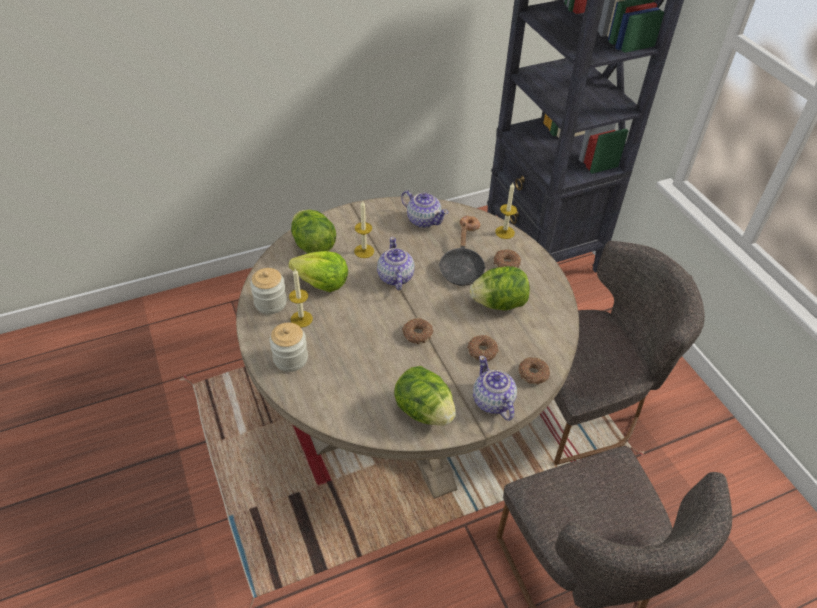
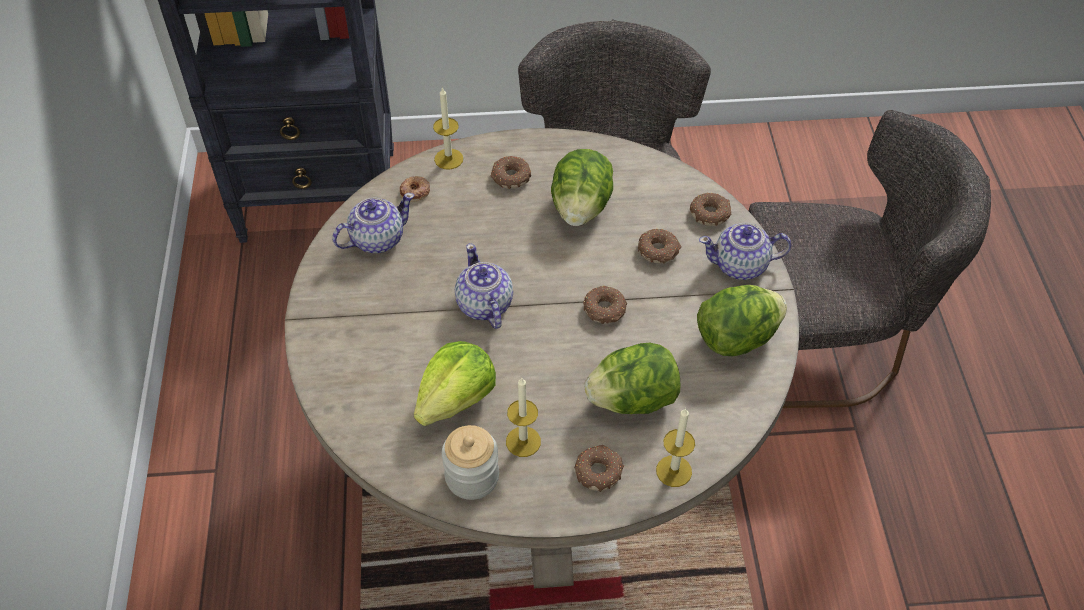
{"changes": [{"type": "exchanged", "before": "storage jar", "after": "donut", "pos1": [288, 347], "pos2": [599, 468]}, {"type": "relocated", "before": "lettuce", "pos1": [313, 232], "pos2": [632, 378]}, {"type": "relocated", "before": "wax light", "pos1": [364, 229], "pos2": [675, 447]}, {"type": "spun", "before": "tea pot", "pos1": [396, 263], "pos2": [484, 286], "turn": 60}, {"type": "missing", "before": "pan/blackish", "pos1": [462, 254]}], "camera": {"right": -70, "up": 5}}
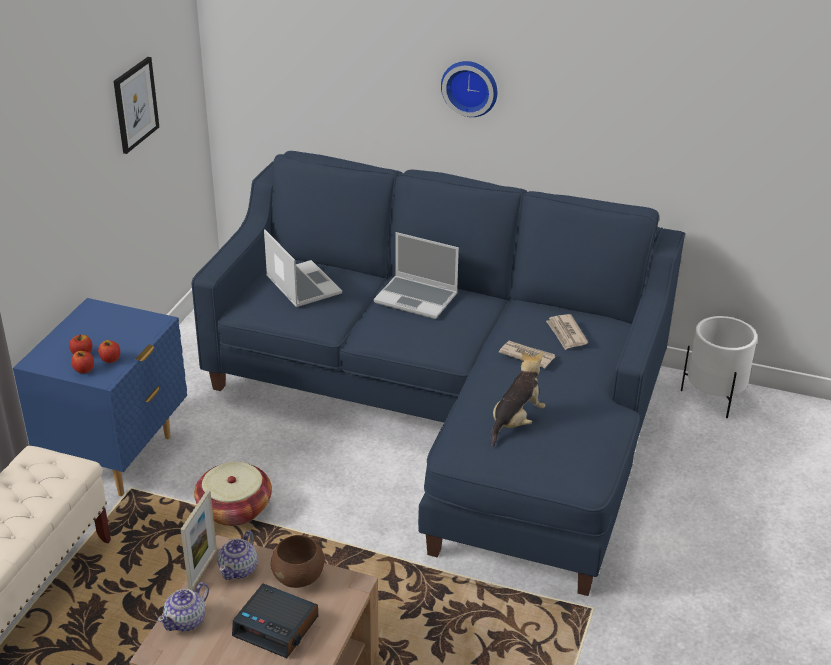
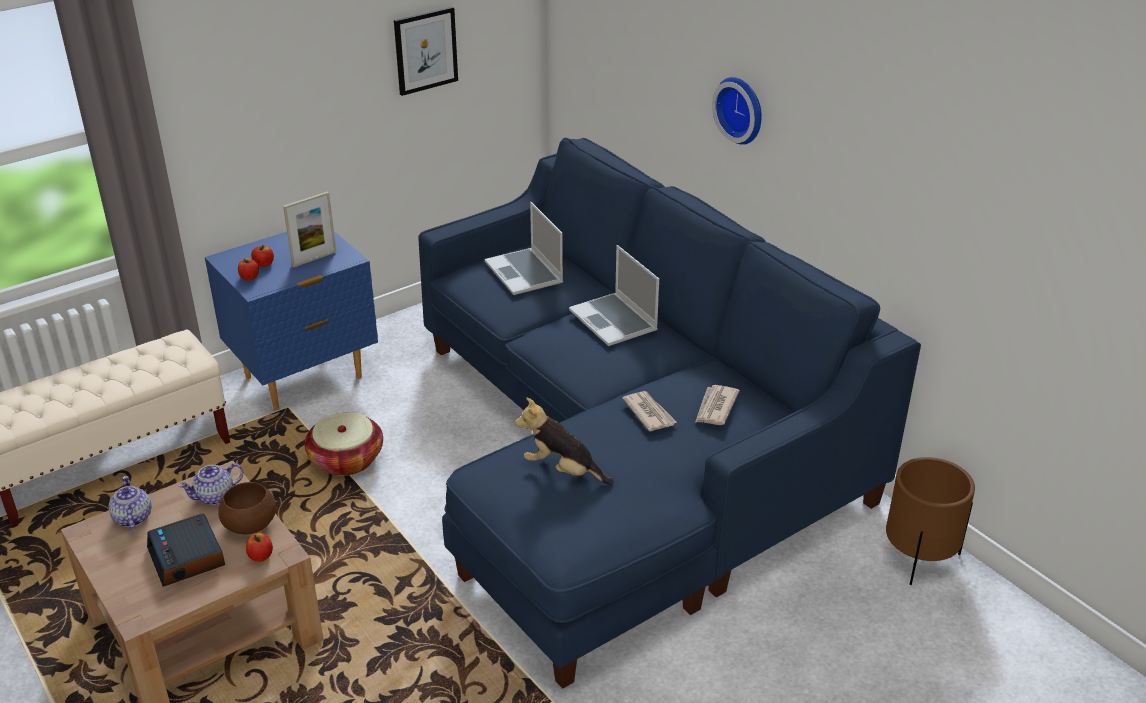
{"changes": [{"type": "relocated", "before": "whole apple", "pos1": [109, 351], "pos2": [259, 547]}, {"type": "spun", "before": "tea pot", "pos1": [183, 606], "pos2": [130, 503], "turn": 90}, {"type": "relocated", "before": "photo frame", "pos1": [198, 540], "pos2": [309, 229]}, {"type": "spun", "before": "laptop", "pos1": [303, 268], "pos2": [524, 248], "turn": 150}, {"type": "spun", "before": "cuddly toy", "pos1": [518, 399], "pos2": [564, 441], "turn": -135}, {"type": "colour", "before": "plant pot/white-coloured", "after": "plant pot/brown-coloured", "pos1": [719, 367], "pos2": [930, 521]}], "camera": {"right": 35, "up": 0}}
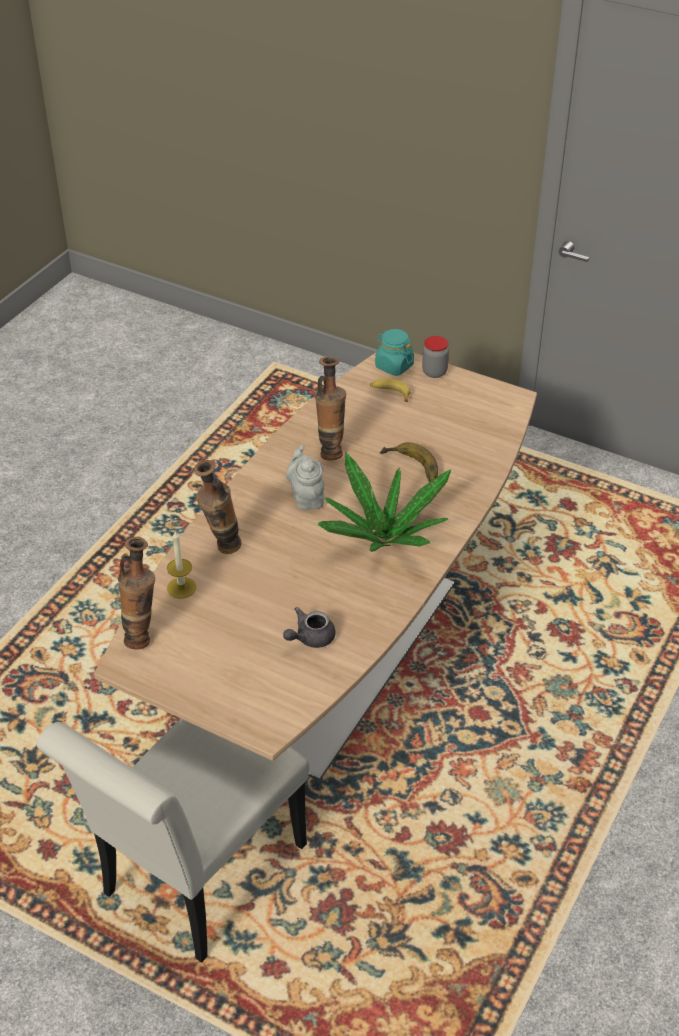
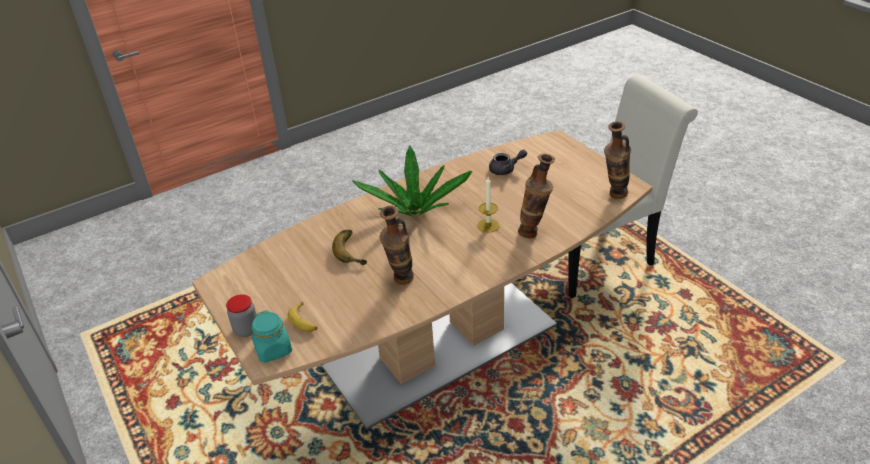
{"changes": [{"type": "relocated", "before": "wax light", "pos1": [181, 564], "pos2": [488, 205]}, {"type": "missing", "before": "tea pot/gray", "pos1": [305, 477]}], "camera": {"right": -150, "up": -5}}
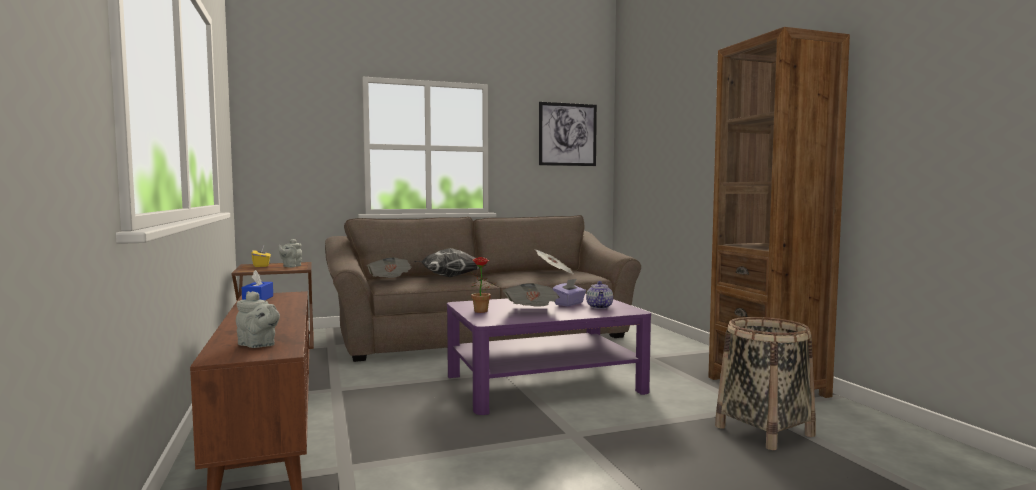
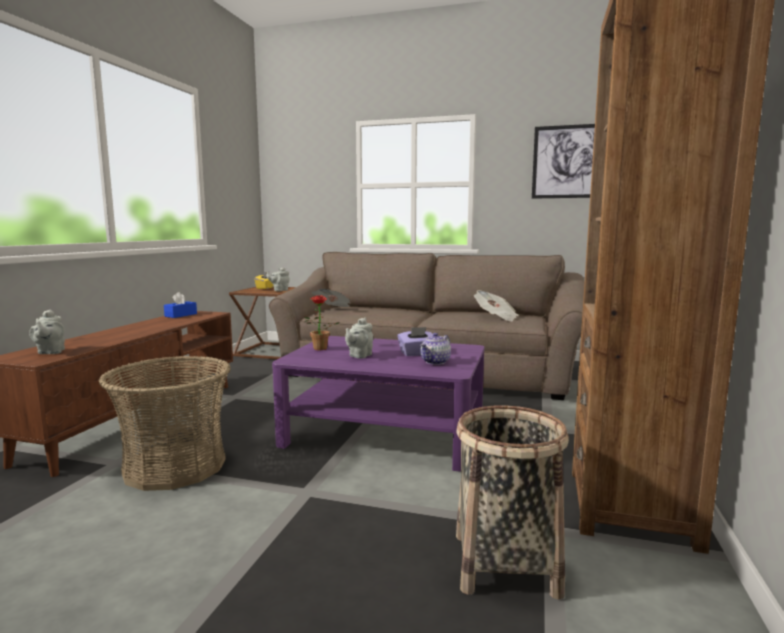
{"changes": [{"type": "missing", "before": "cushion", "pos1": [450, 262]}, {"type": "exchanged", "before": "printed paper", "after": "tea pot/gray", "pos1": [531, 295], "pos2": [359, 338]}, {"type": "appeared", "after": "basket", "pos2": [164, 423]}], "camera": {"right": 35, "up": 5}}
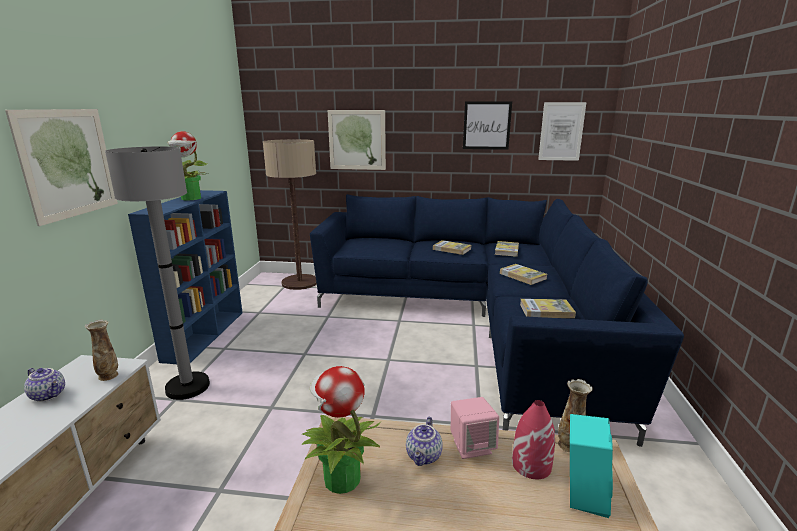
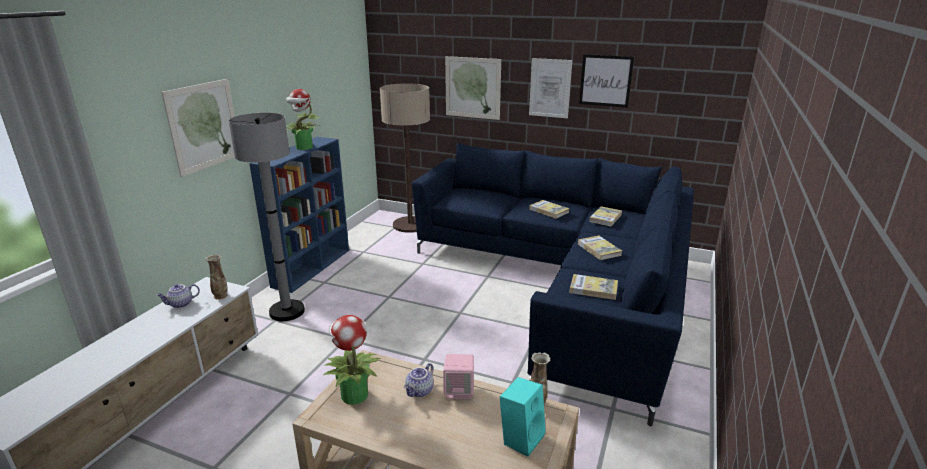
{"changes": [{"type": "spun", "before": "tea pot", "pos1": [44, 385], "pos2": [178, 296], "turn": 105}, {"type": "missing", "before": "flower vase/red-coloured", "pos1": [533, 439]}, {"type": "relocated", "before": "wall art", "pos1": [562, 131], "pos2": [550, 88]}], "camera": {"right": 15, "up": 5}}
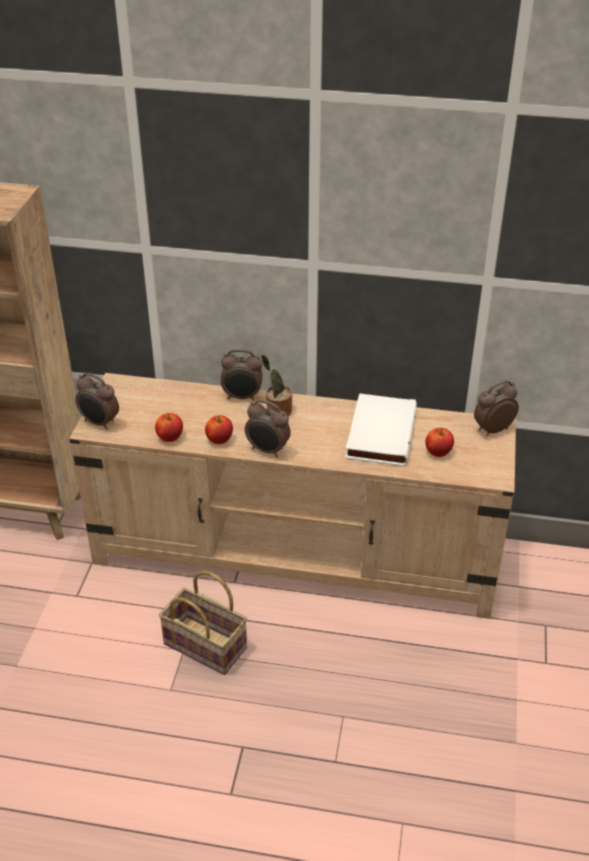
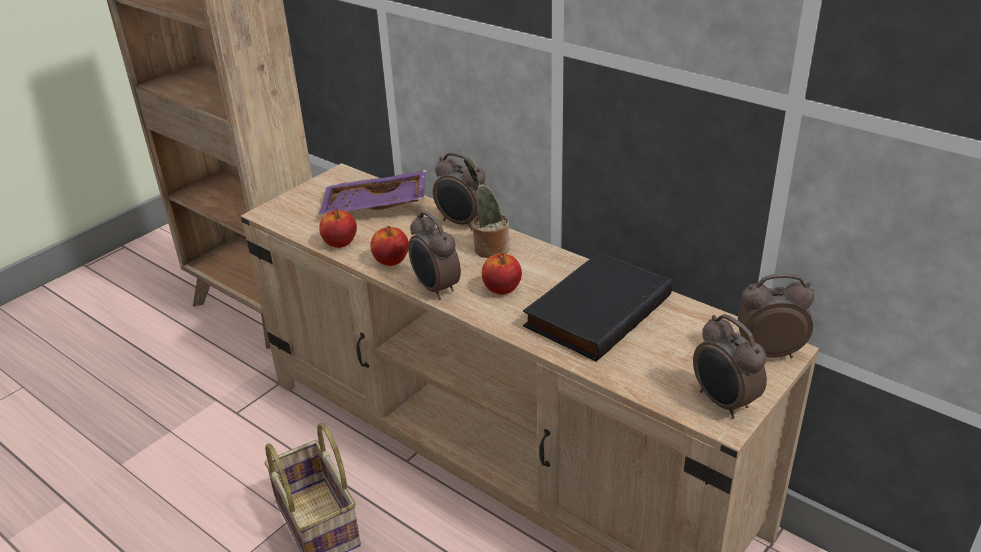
{"changes": [{"type": "relocated", "before": "alarm clock", "pos1": [97, 401], "pos2": [730, 366]}, {"type": "colour", "before": "volume/white-coloured", "after": "volume/blackish", "pos1": [381, 430], "pos2": [597, 307]}, {"type": "relocated", "before": "whole apple", "pos1": [439, 442], "pos2": [502, 274]}, {"type": "appeared", "after": "tray/purplish", "pos2": [372, 192]}], "camera": {"right": 30, "up": -5}}
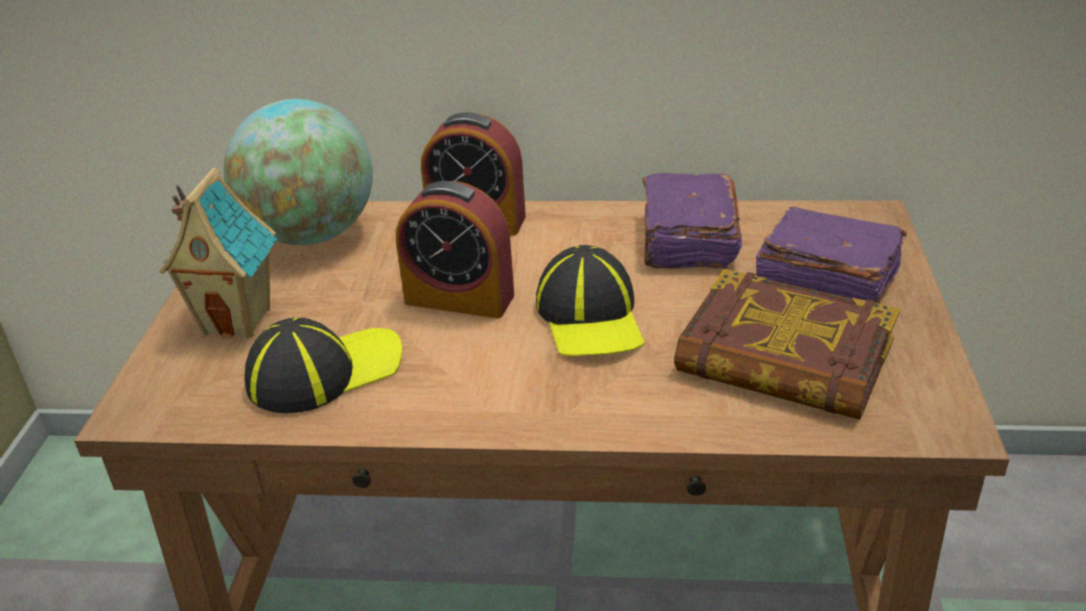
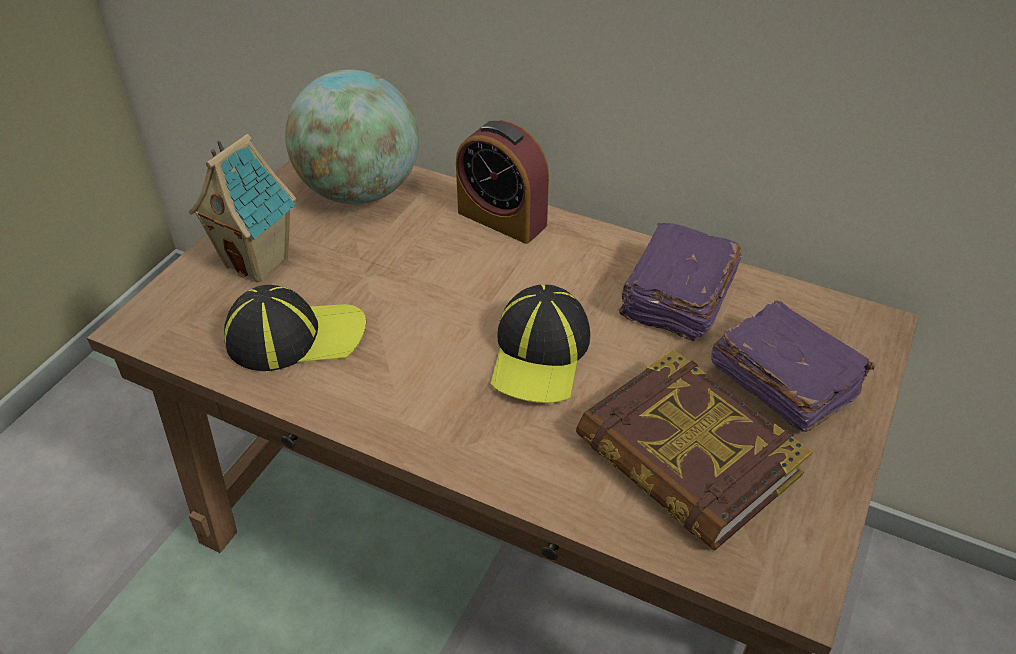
{"changes": [{"type": "missing", "before": "alarm clock", "pos1": [455, 249]}], "camera": {"right": 20, "up": 10}}
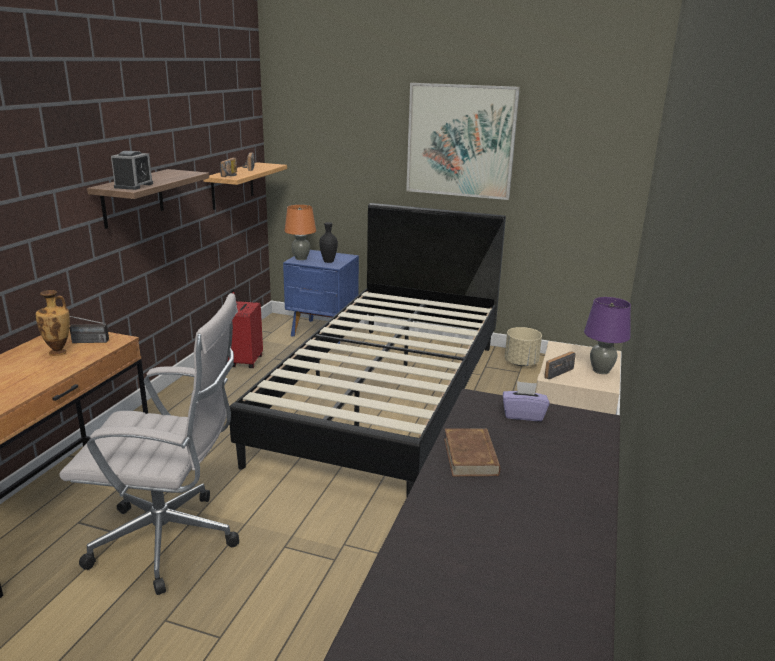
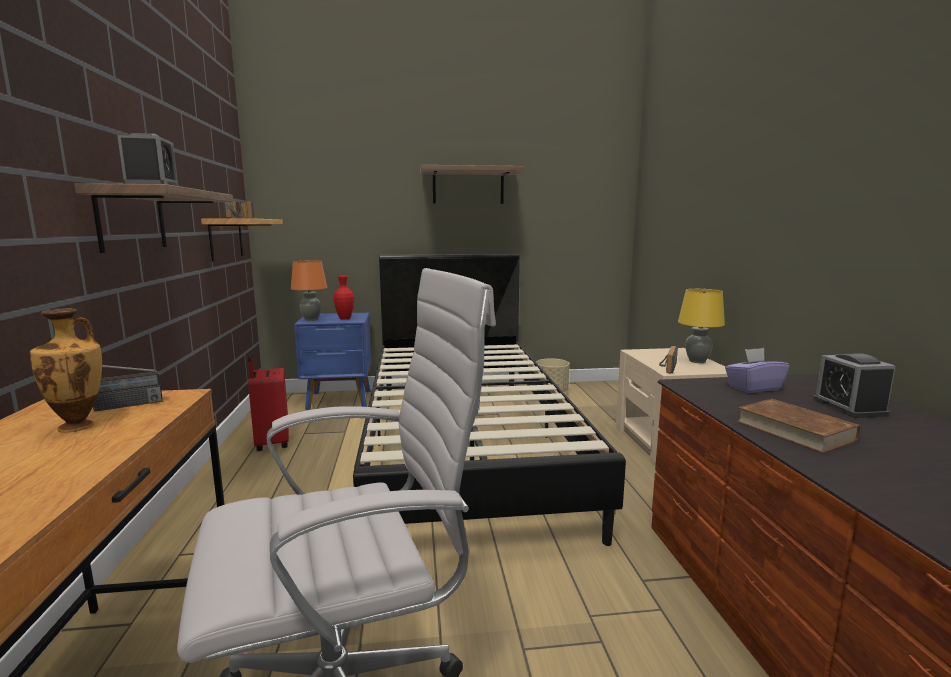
{"changes": [{"type": "colour", "before": "flower vase/blackish", "after": "flower vase/red-coloured", "pos1": [328, 242], "pos2": [343, 297]}, {"type": "exchanged", "before": "wall art", "after": "wall shelf", "pos1": [463, 141], "pos2": [472, 184]}, {"type": "colour", "before": "table lamp/purplish", "after": "table lamp/yellow", "pos1": [607, 335], "pos2": [701, 326]}, {"type": "appeared", "after": "alarm clock", "pos2": [854, 385]}], "camera": {"right": -25, "up": -10}}
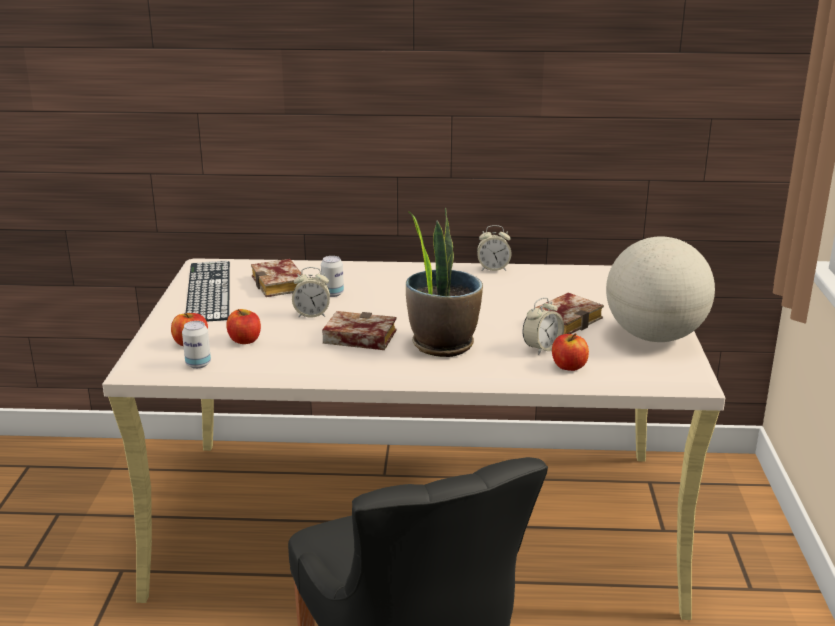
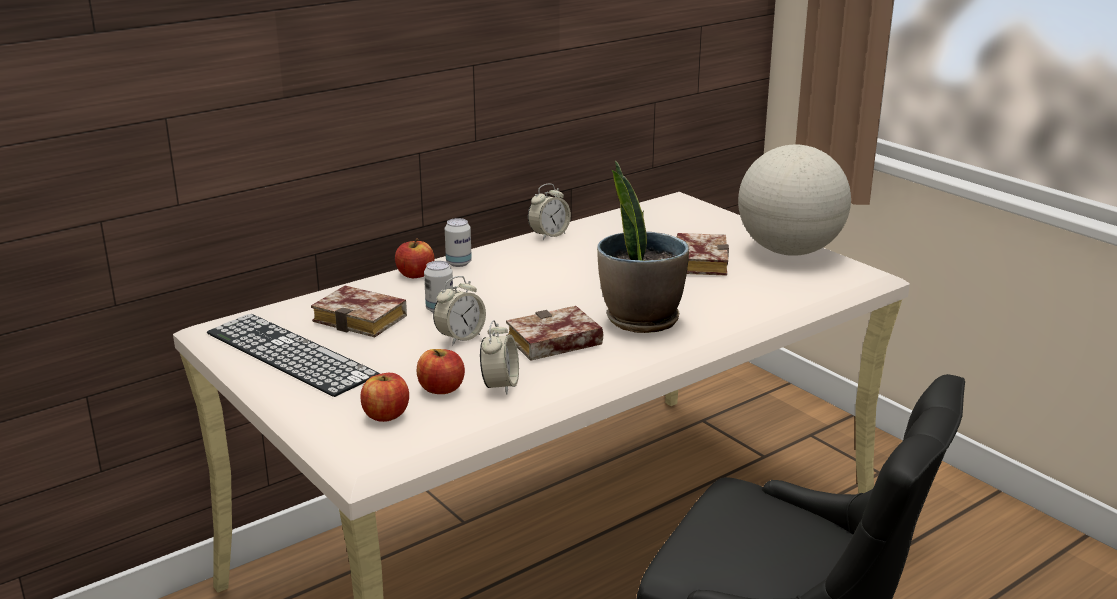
{"changes": [{"type": "relocated", "before": "metal can", "pos1": [196, 345], "pos2": [458, 242]}, {"type": "relocated", "before": "alarm clock", "pos1": [543, 326], "pos2": [499, 357]}, {"type": "relocated", "before": "whole apple", "pos1": [570, 352], "pos2": [415, 258]}], "camera": {"right": -40, "up": 0}}
